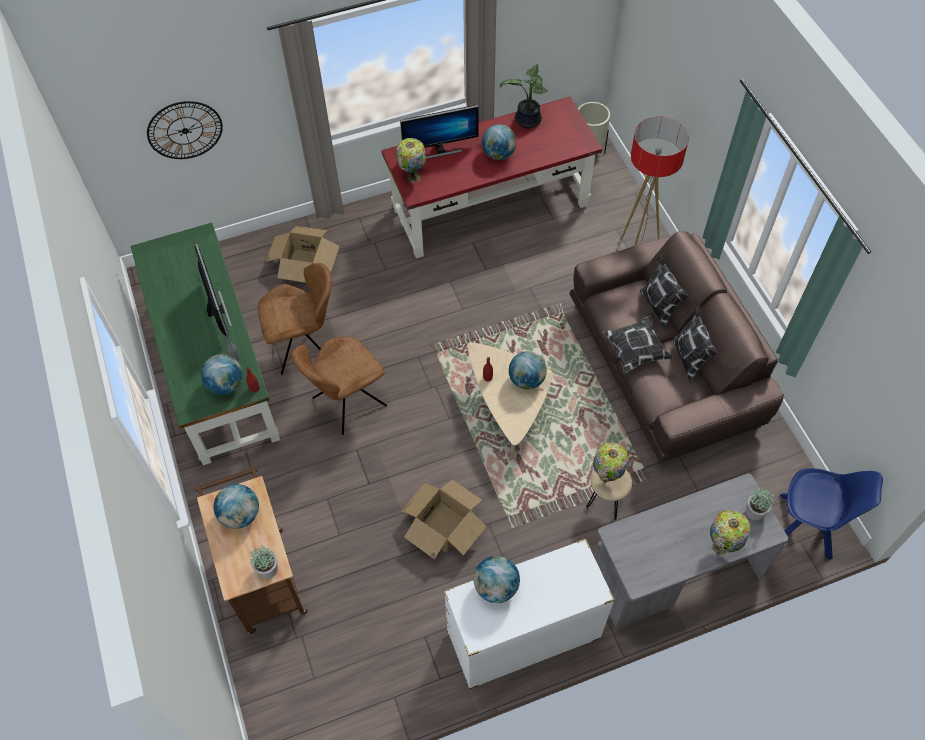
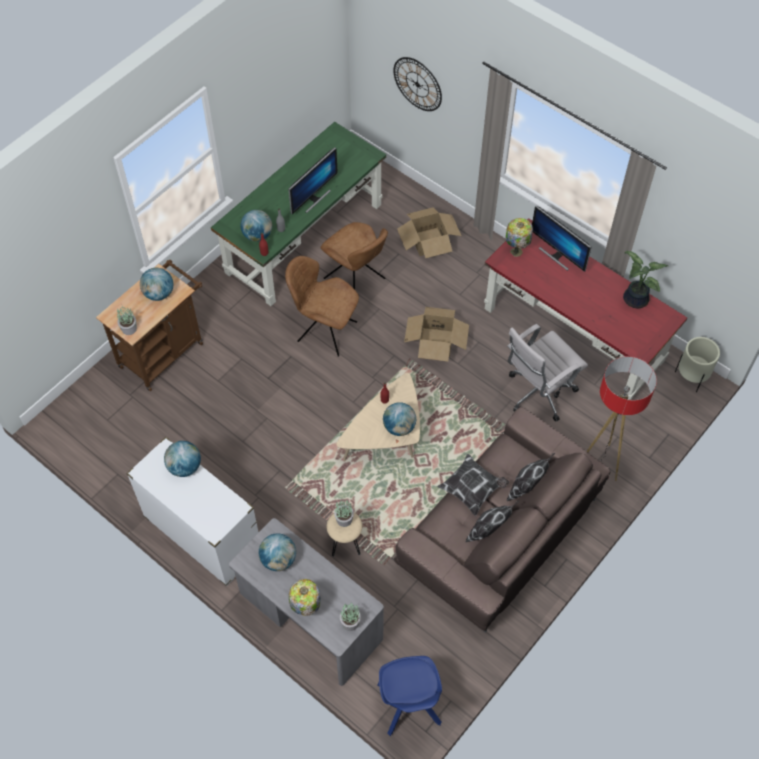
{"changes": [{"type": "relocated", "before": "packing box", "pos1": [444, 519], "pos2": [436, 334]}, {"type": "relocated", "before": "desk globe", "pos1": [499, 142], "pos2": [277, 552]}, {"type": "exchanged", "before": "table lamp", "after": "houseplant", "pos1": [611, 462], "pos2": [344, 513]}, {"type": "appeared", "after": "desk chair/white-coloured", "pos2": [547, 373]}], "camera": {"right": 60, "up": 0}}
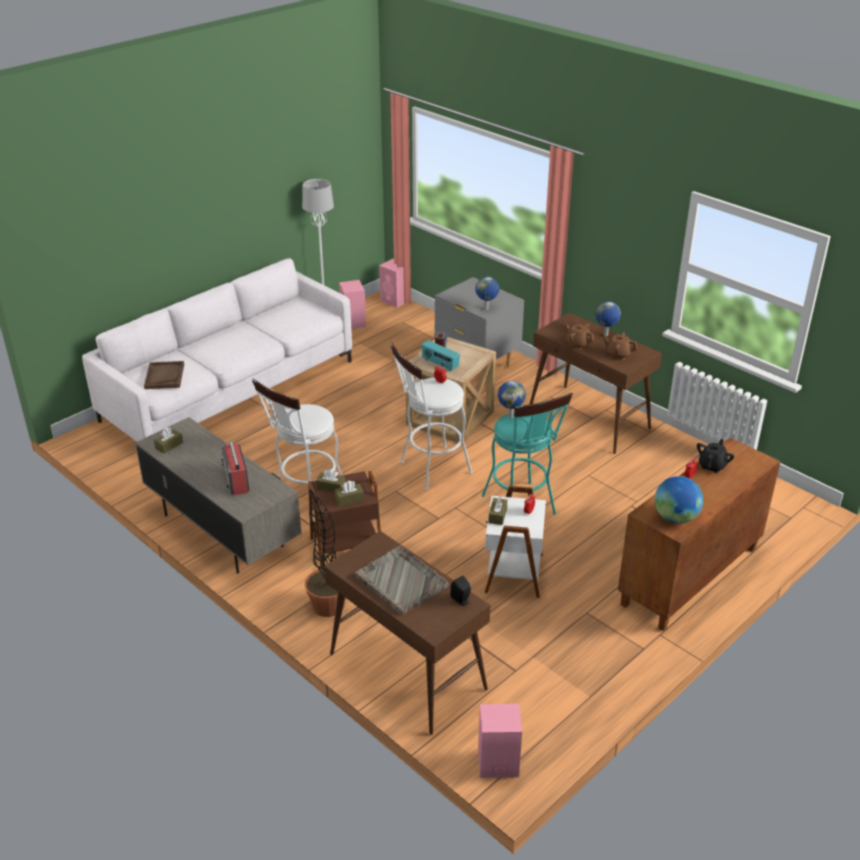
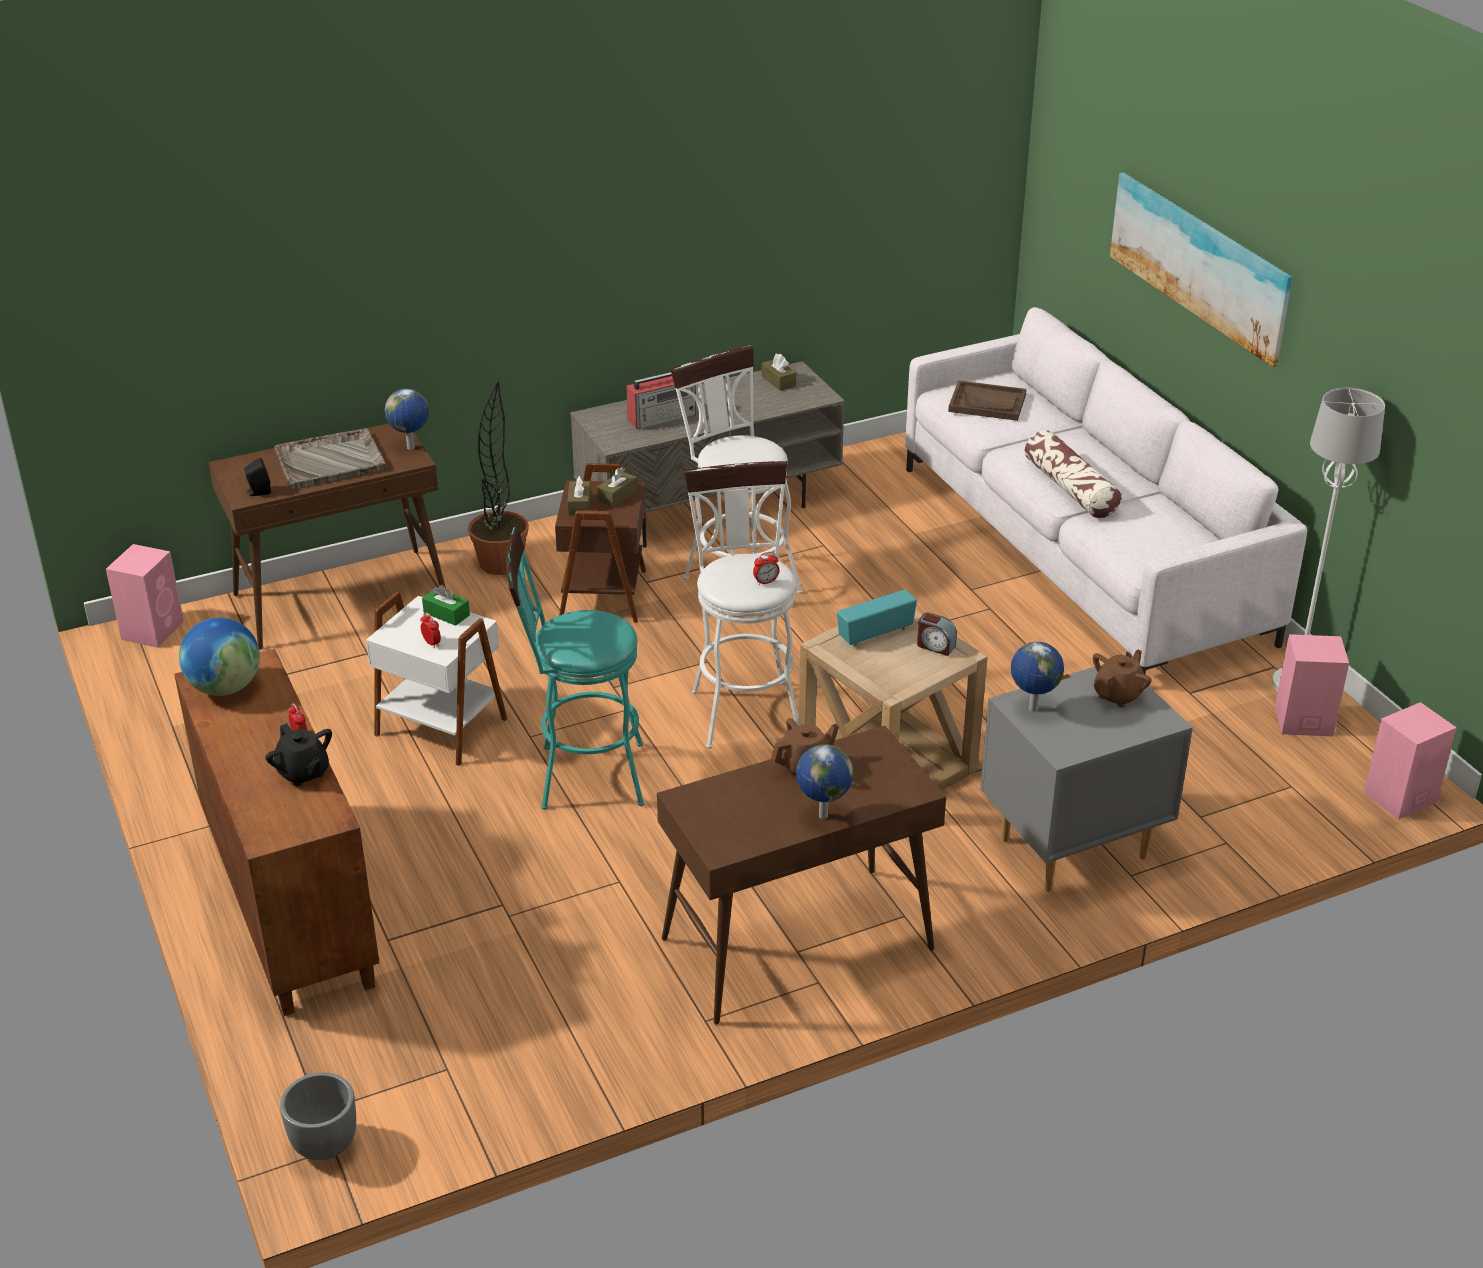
{"changes": [{"type": "spun", "before": "radio receiver", "pos1": [235, 468], "pos2": [661, 400], "turn": 150}, {"type": "colour", "before": "tissue box/brown-coloured", "after": "tissue box/greenish", "pos1": [497, 511], "pos2": [446, 605]}, {"type": "relocated", "before": "desk globe", "pos1": [512, 400], "pos2": [407, 419]}, {"type": "relocated", "before": "tea pot/brown-coloured", "pos1": [620, 346], "pos2": [1122, 678]}, {"type": "appeared", "after": "plant pot/gray", "pos2": [318, 1116]}, {"type": "appeared", "after": "cushion", "pos2": [1073, 474]}, {"type": "appeared", "after": "wall art", "pos2": [1201, 270]}], "camera": {"right": 110, "up": 0}}
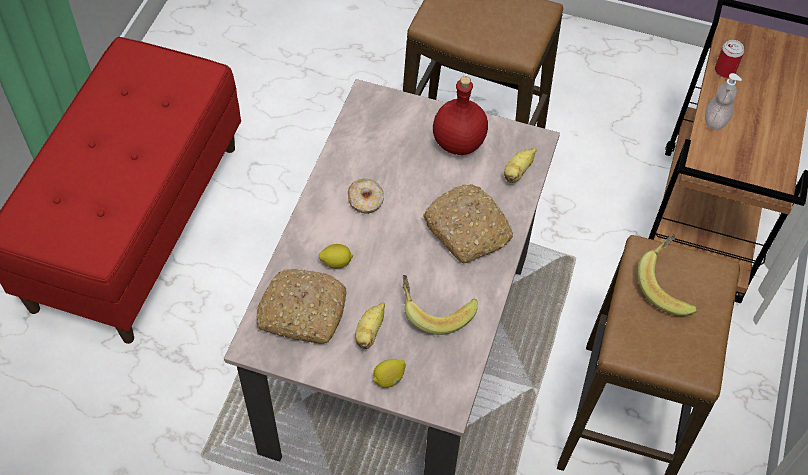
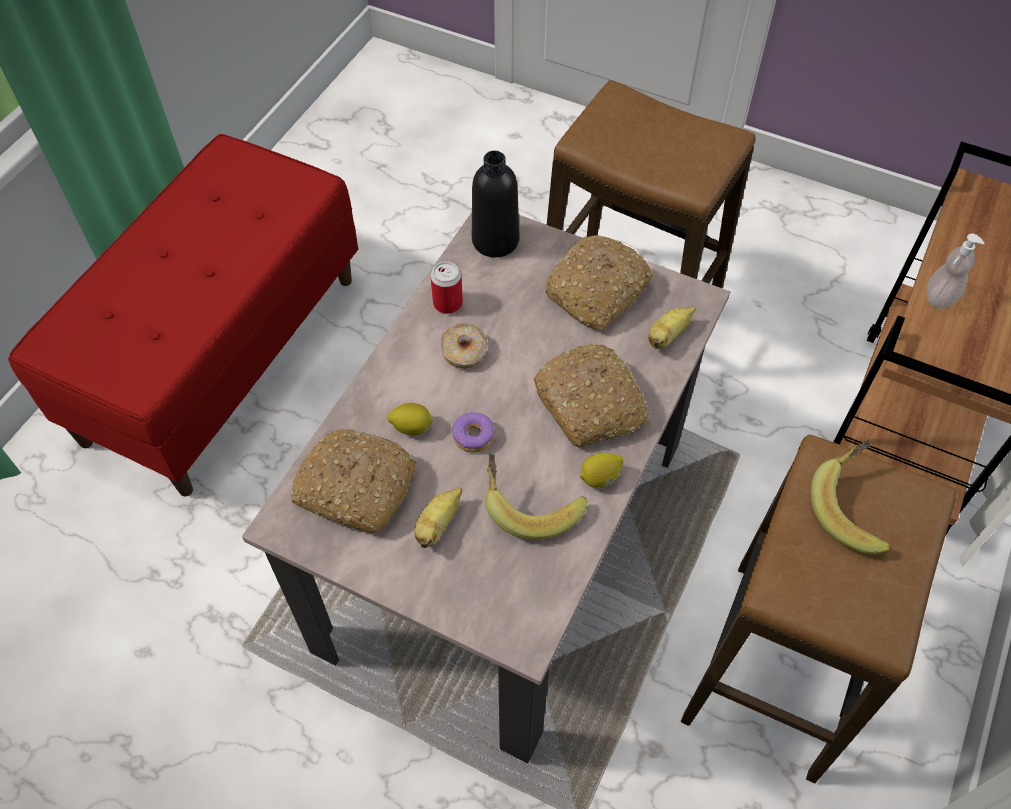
{"changes": [{"type": "relocated", "before": "lemon", "pos1": [389, 373], "pos2": [602, 470]}, {"type": "exchanged", "before": "bottle/red-coloured", "after": "bakery bread", "pos1": [460, 115], "pos2": [599, 283]}, {"type": "relocated", "before": "metal can", "pos1": [729, 59], "pos2": [447, 287]}, {"type": "appeared", "after": "donut", "pos2": [473, 432]}, {"type": "appeared", "after": "bottle/blackish", "pos2": [495, 204]}], "camera": {"right": 10, "up": 0}}
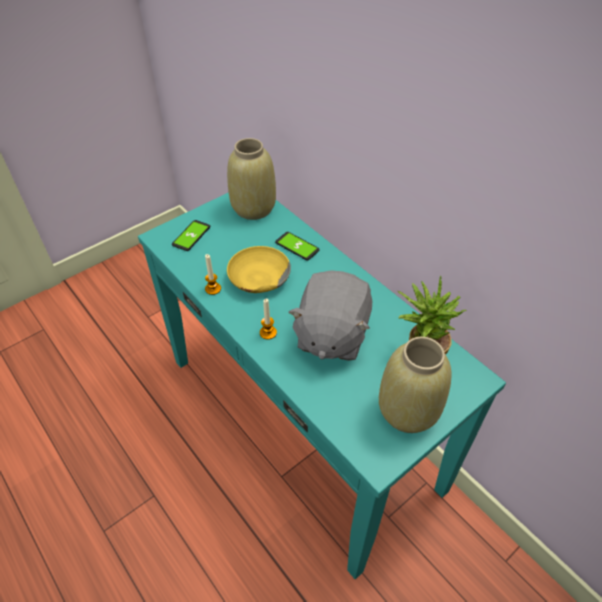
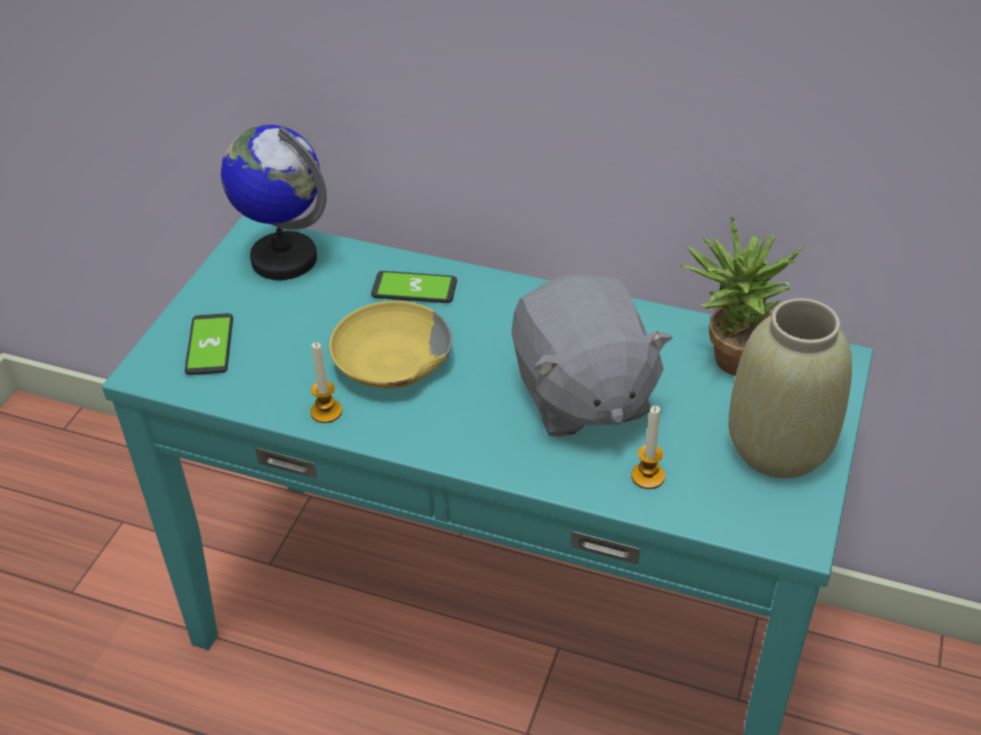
{"changes": [{"type": "exchanged", "before": "flower vase/beige-coloured", "after": "desk globe", "pos1": [251, 179], "pos2": [274, 202]}, {"type": "relocated", "before": "wax light", "pos1": [268, 319], "pos2": [648, 447]}], "camera": {"right": -30, "up": -5}}
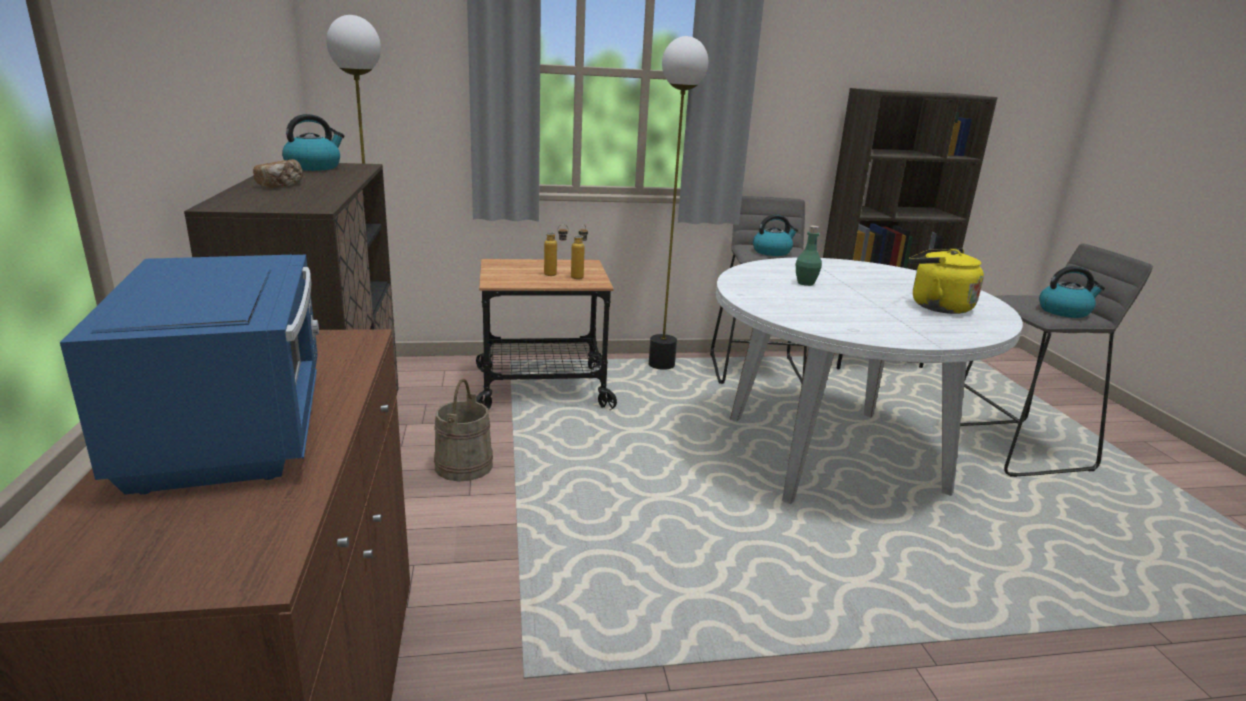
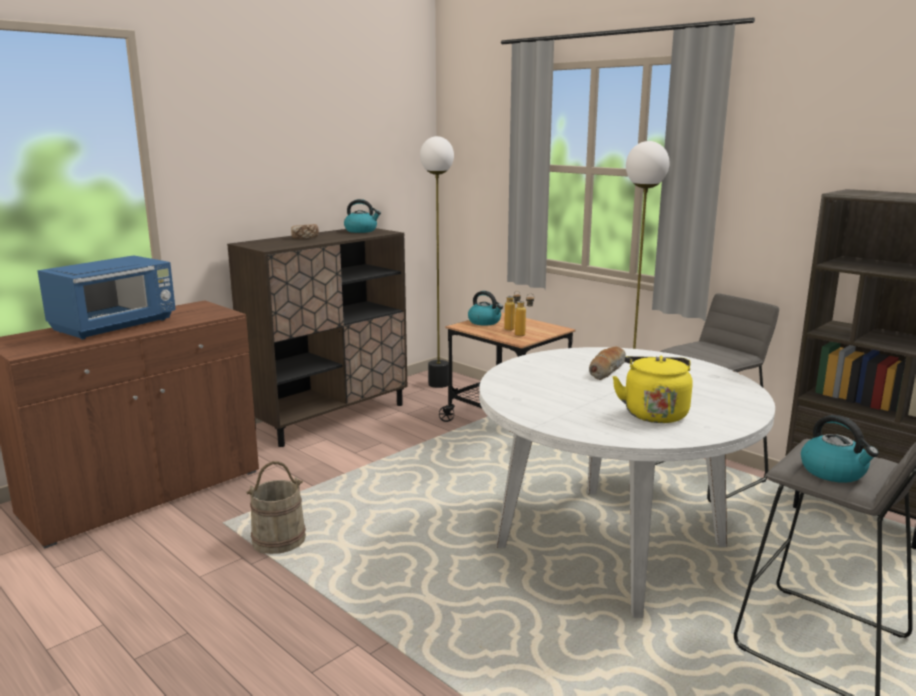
{"changes": [{"type": "relocated", "before": "bucket/beige-coloured", "pos1": [463, 430], "pos2": [276, 507]}, {"type": "relocated", "before": "water kettle", "pos1": [775, 235], "pos2": [485, 308]}, {"type": "exchanged", "before": "bottle/greenish", "after": "bakery bread", "pos1": [809, 256], "pos2": [607, 363]}], "camera": {"right": 55, "up": -5}}
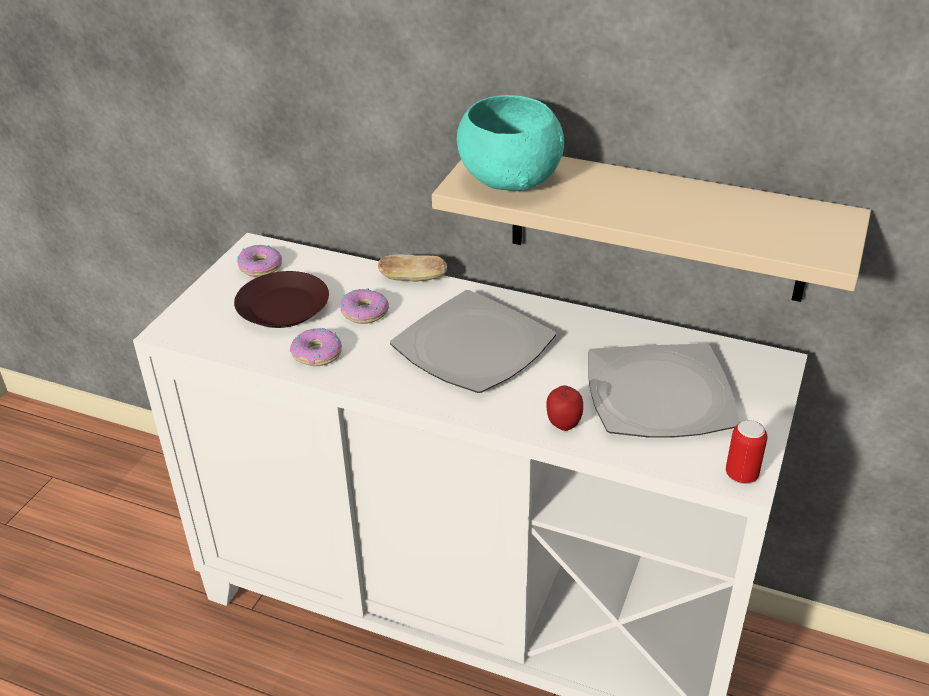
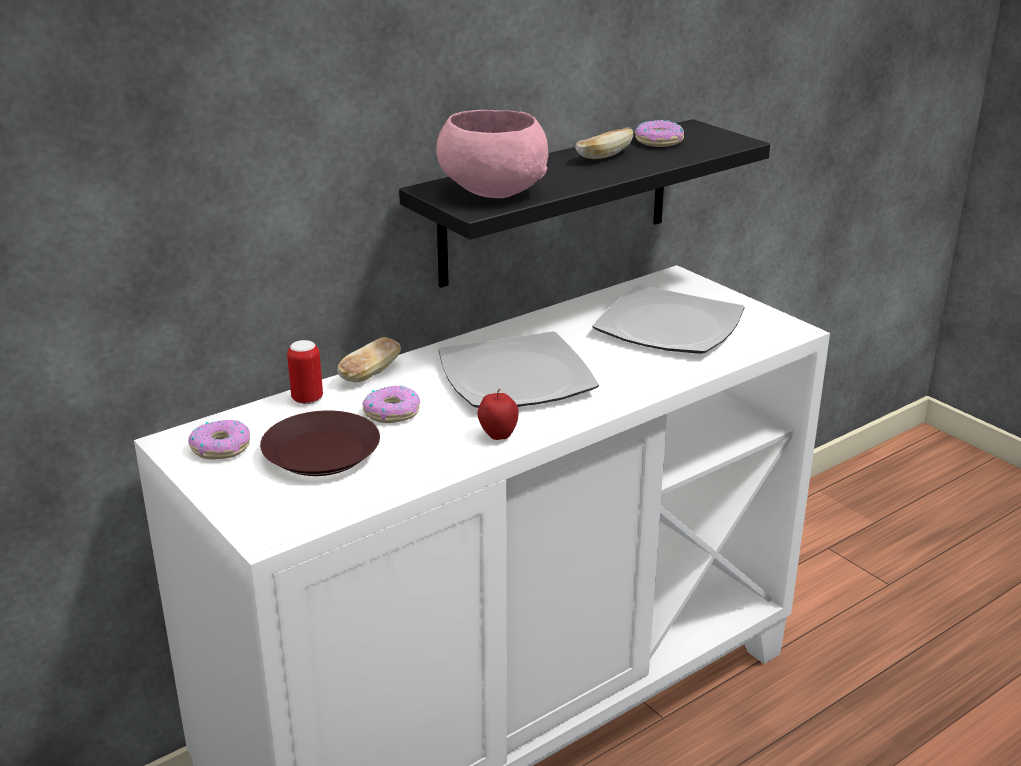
{"changes": [{"type": "relocated", "before": "donut", "pos1": [316, 347], "pos2": [659, 133]}, {"type": "colour", "before": "wall shelf/beige-coloured", "after": "wall shelf/blackish", "pos1": [651, 229], "pos2": [584, 203]}, {"type": "colour", "before": "bowl/turquoise", "after": "bowl/pink-coloured", "pos1": [510, 143], "pos2": [492, 154]}, {"type": "relocated", "before": "whole apple", "pos1": [564, 408], "pos2": [498, 414]}, {"type": "relocated", "before": "metal can", "pos1": [746, 452], "pos2": [305, 372]}, {"type": "appeared", "after": "bakery bread", "pos2": [604, 143]}], "camera": {"right": -60, "up": -10}}
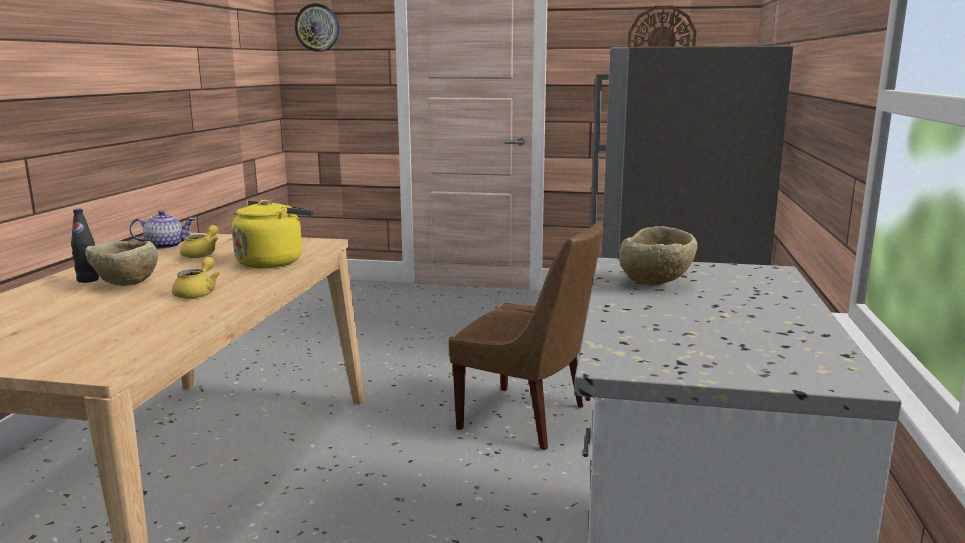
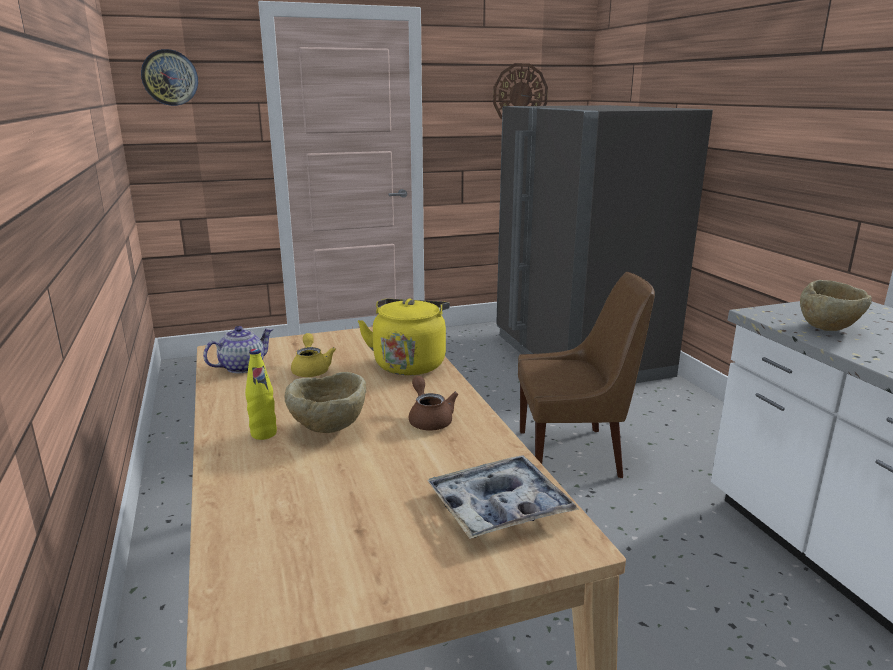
{"changes": [{"type": "colour", "before": "bottle/blackish", "after": "bottle/yellow", "pos1": [85, 246], "pos2": [261, 394]}, {"type": "colour", "before": "tea pot/yellow", "after": "tea pot/brown-coloured", "pos1": [196, 277], "pos2": [433, 403]}, {"type": "appeared", "after": "tray", "pos2": [503, 497]}], "camera": {"right": -30, "up": 5}}
